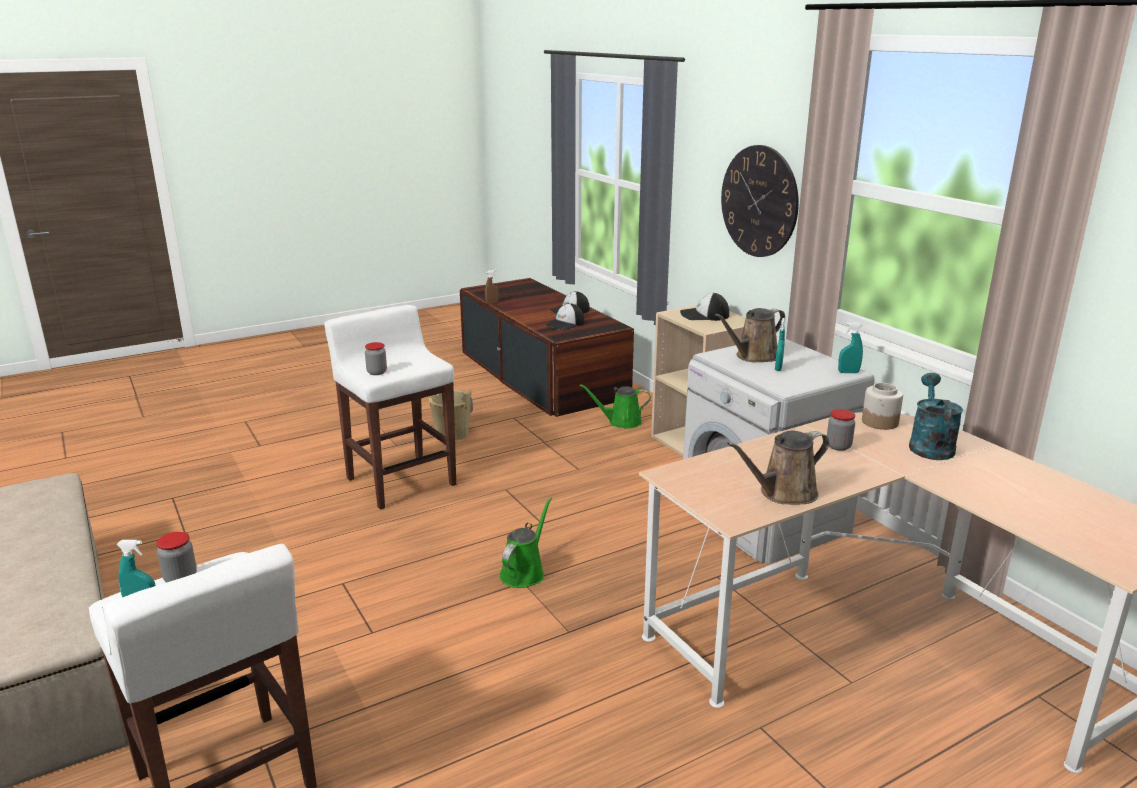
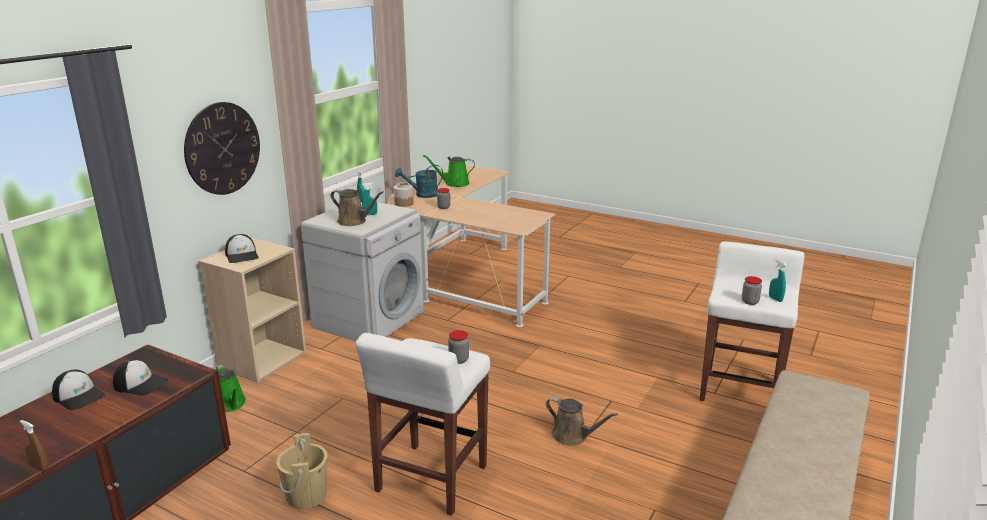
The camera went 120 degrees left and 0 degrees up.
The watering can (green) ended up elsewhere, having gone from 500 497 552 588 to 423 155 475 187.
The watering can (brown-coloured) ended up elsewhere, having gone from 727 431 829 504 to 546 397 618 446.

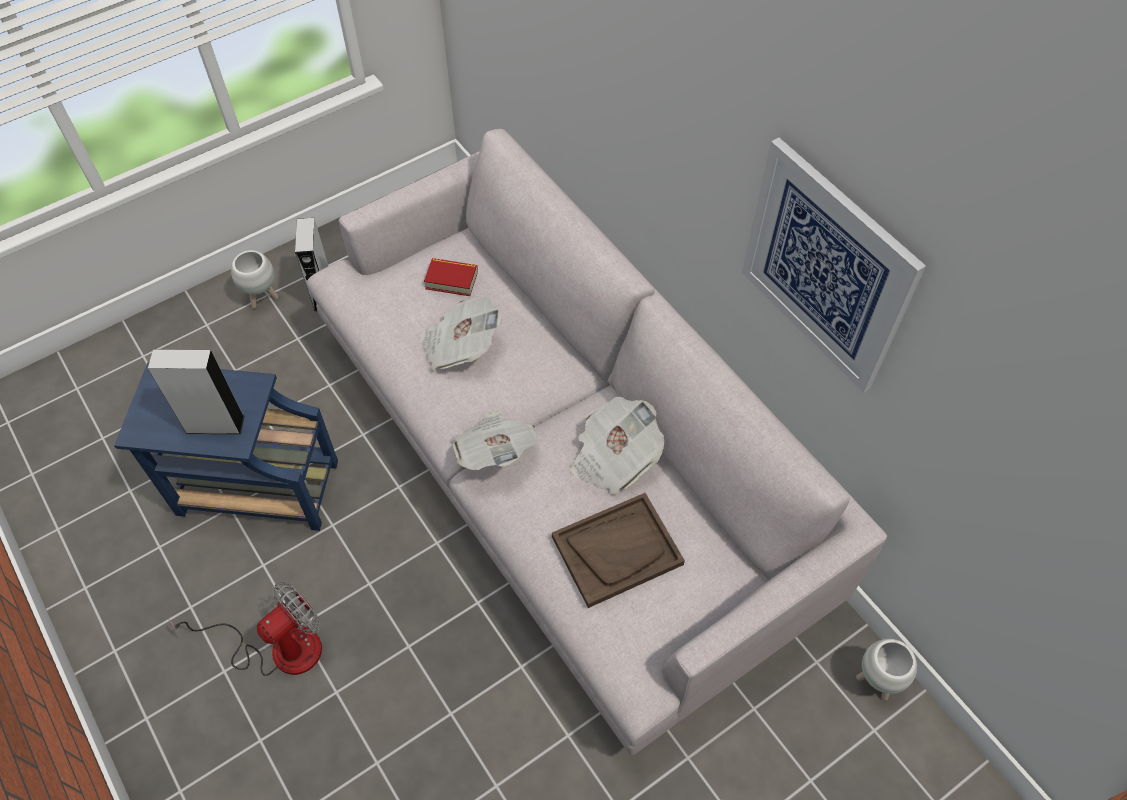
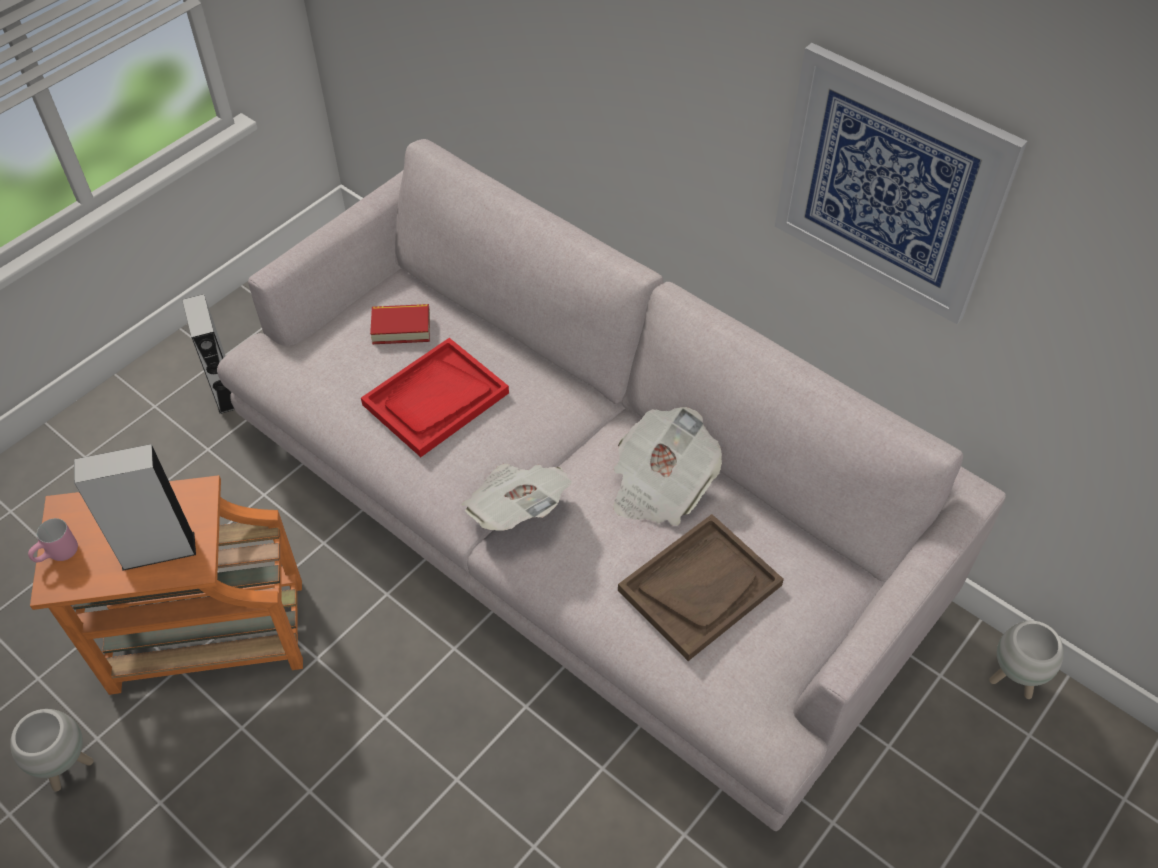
The camera went 15 degrees left and 5 degrees down.
What was the end table (bluish) at 114 362 338 531 turned into the end table (orangey) at 30 475 303 695.
The second view lost the fan at 168 582 322 676.
The plant pot (whitish) ended up elsewhere, having gone from 231 250 279 309 to 10 709 93 792.
Where the newspaper stood at 419 296 502 370, the serving tray (red-coloured) came to stand at 361 338 509 457.
The second view gained the tea mug (pink-coloured) at 28 518 78 562.

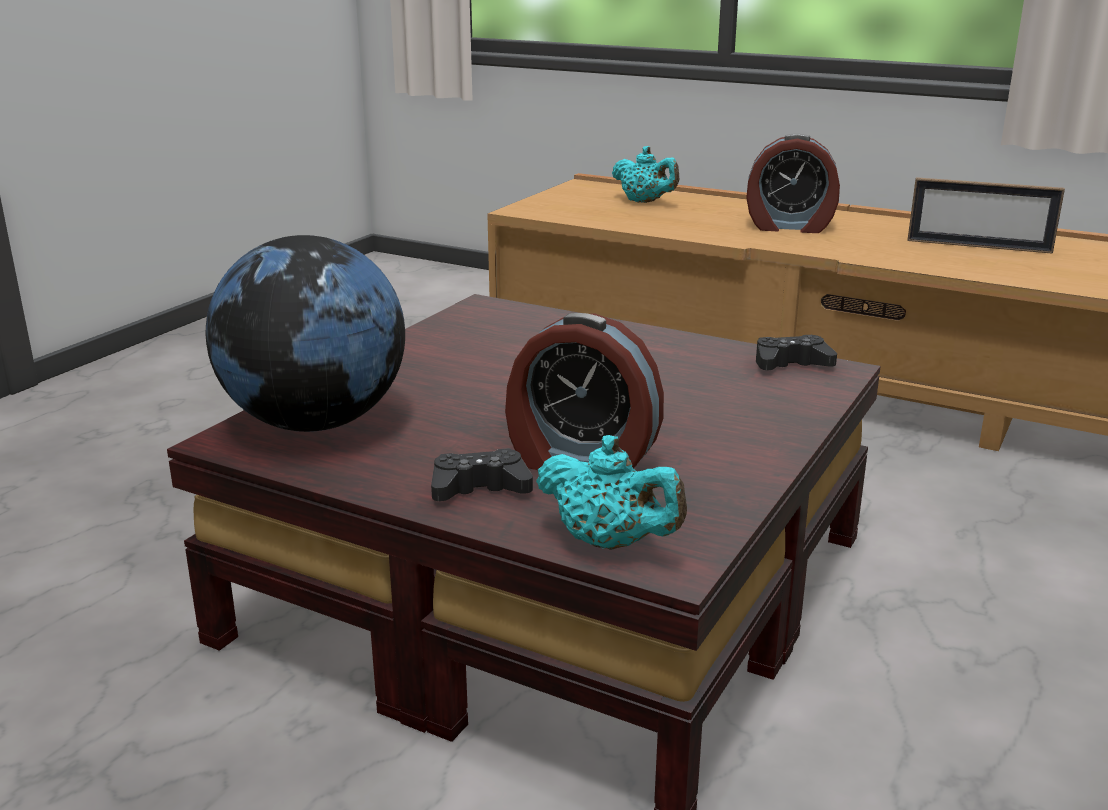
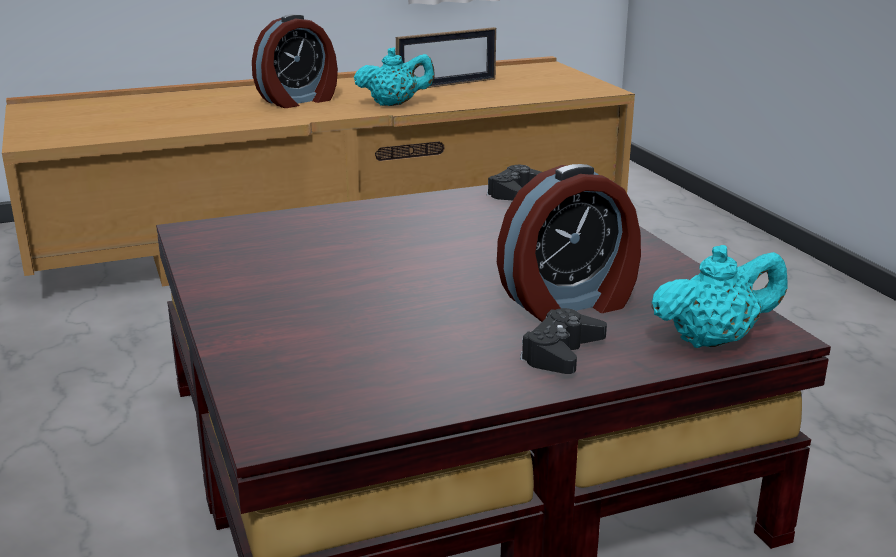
The camera went 50 degrees left and 0 degrees up.
The second view lost the desk globe at 206 235 405 432.
The pot for tea (blue-green) ended up elsewhere, having gone from 612 146 679 203 to 354 48 435 106.

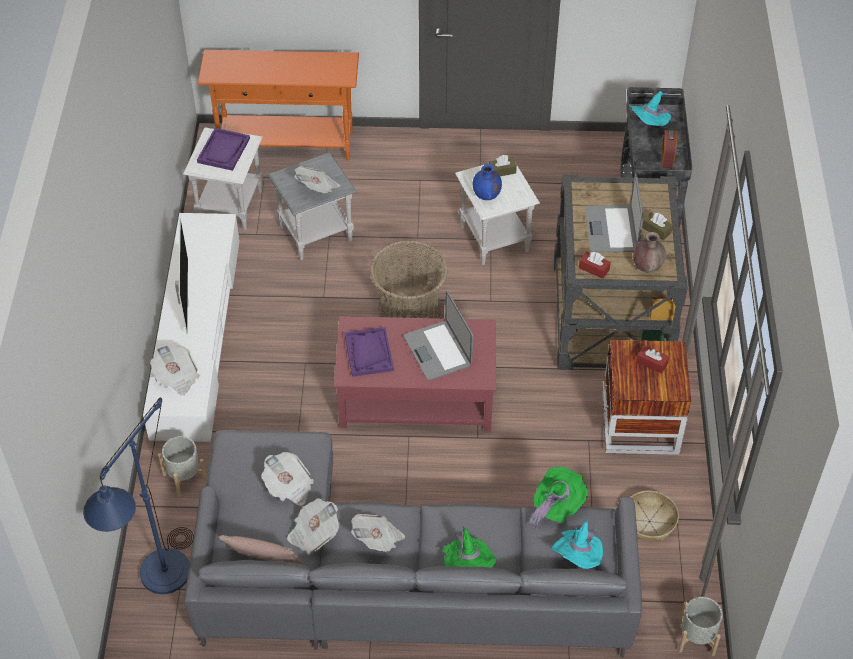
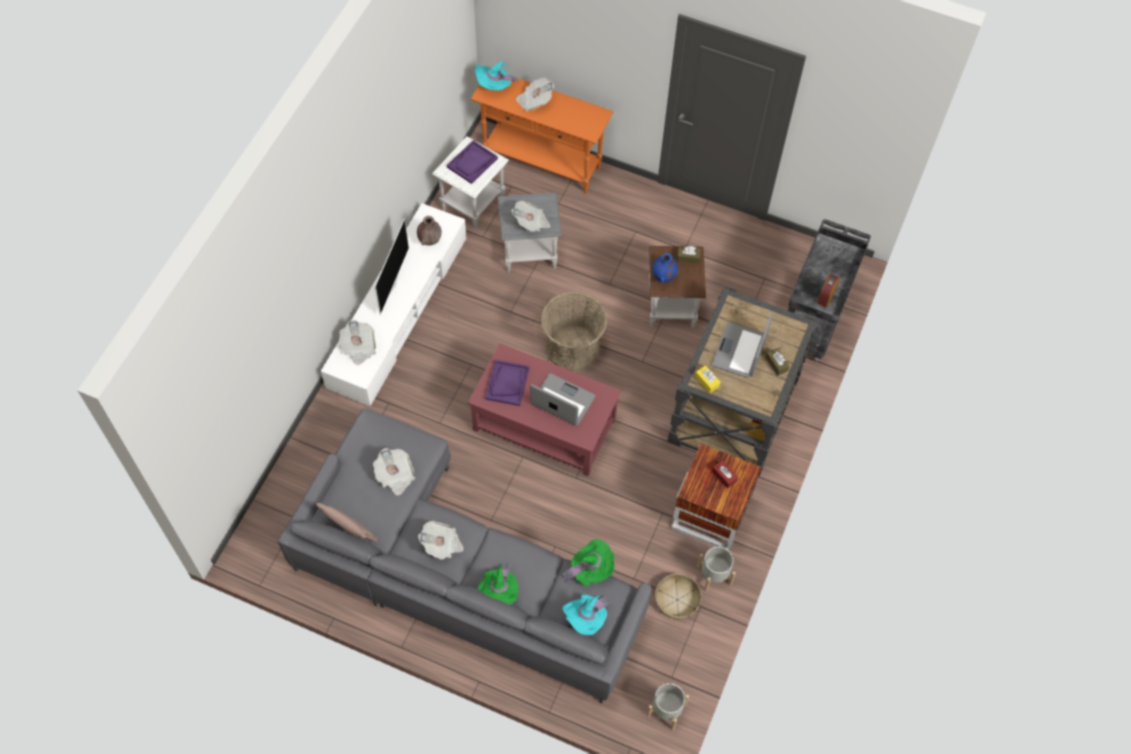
The camera went 20 degrees right and 10 degrees up.
The second view lost the floor lamp (bluish) at 83 397 194 594.
The plant pot (greyish) ended up elsewhere, having gone from 158 436 207 497 to 697 546 736 591.
The newspaper ended up elsewhere, having gone from 287 498 339 554 to 516 77 554 112.
The laptop at 404 291 473 380 ended up facing another way, 120 degrees clockwise from before.
What was the end table (whitish) at 455 162 540 265 turned into the end table (brown-coloured) at 649 246 706 328.
What was the tissue box (red-coloured) at 579 251 611 279 turned into the tissue box (yellow) at 695 365 720 393.
The wearable hat (blue-green) ended up elsewhere, having gone from 628 91 674 126 to 474 61 520 91.
The flower vase (brown-coloured) ended up elsewhere, having gone from 633 232 666 273 to 417 216 442 246.

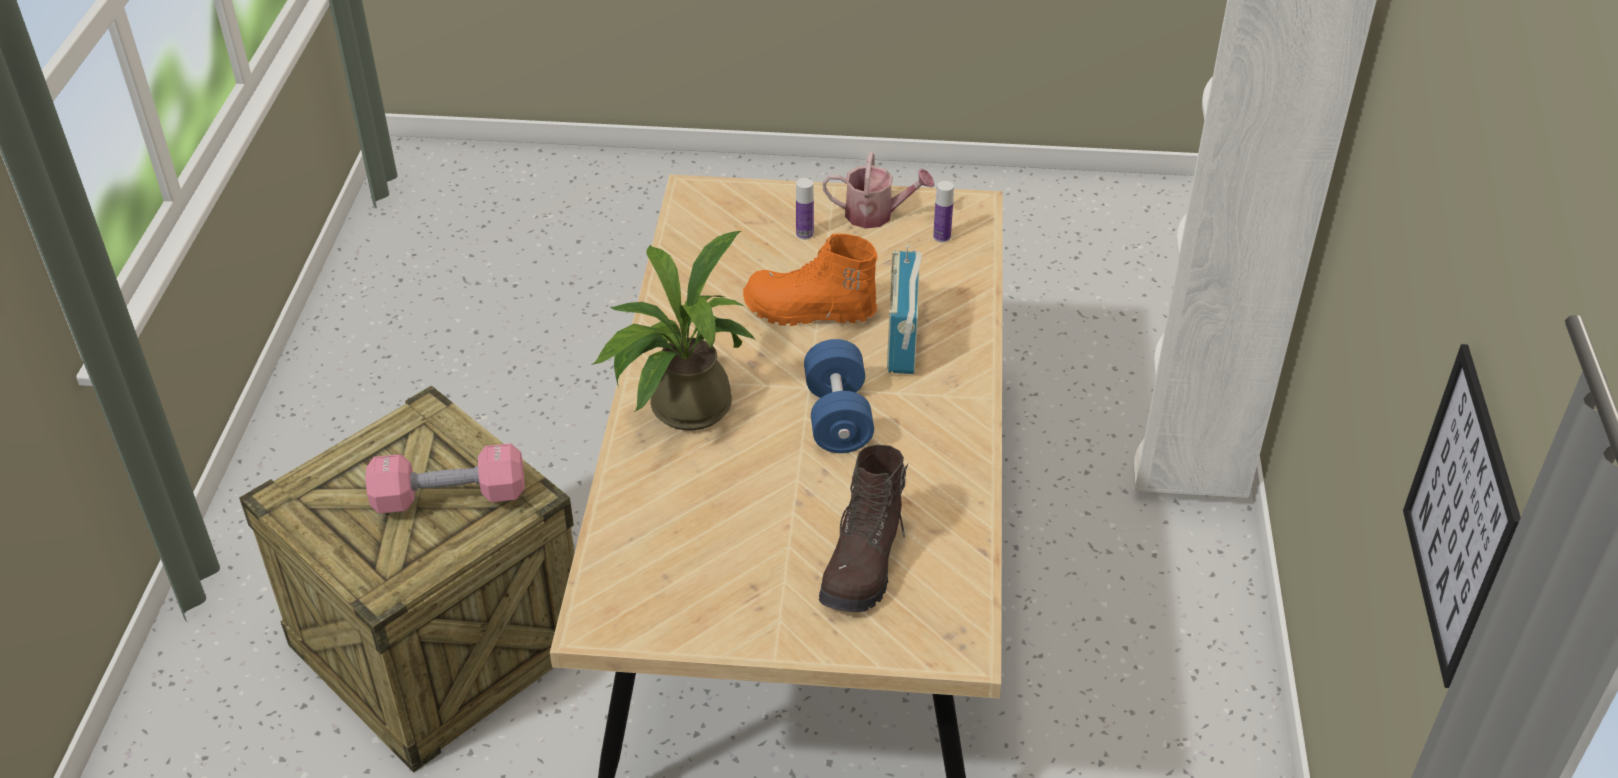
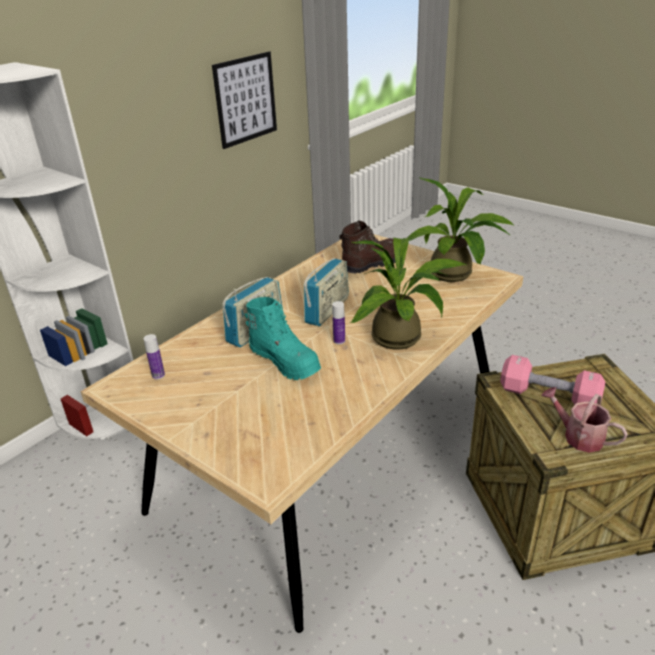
The camera went 145 degrees left and 10 degrees down.
What was the high-top boot (orangey) at 743 234 877 326 turned into the high-top boot (blue-green) at 245 297 321 380.
The bottle ended up elsewhere, having gone from 796 178 814 240 to 332 301 345 344.
Where the free weight (bluish) stood at 804 339 874 453, the radio receiver came to stand at 304 258 349 326.
The watering can ended up elsewhere, having gone from 823 152 935 229 to 541 387 628 453.
The second view gained the plant in a pot at 407 177 513 282.

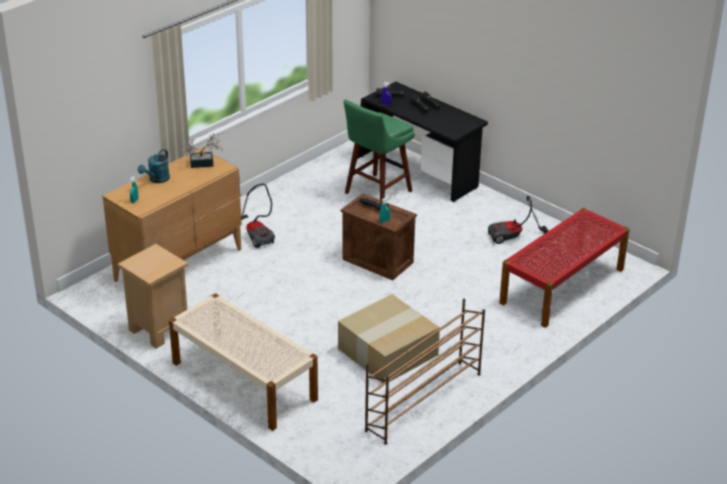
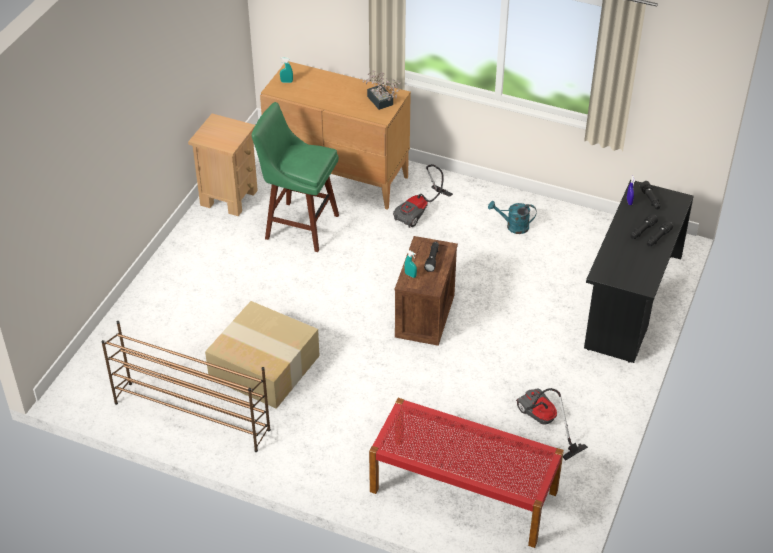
The camera went 70 degrees right and 10 degrees up.
The watering can (blue-green) ended up elsewhere, having gone from 138 149 170 183 to 488 201 537 234.
The second view lost the bench (sand-coloured) at 169 293 318 431.
The sitting stool (green) ended up elsewhere, having gone from 343 99 415 201 to 251 102 339 252.

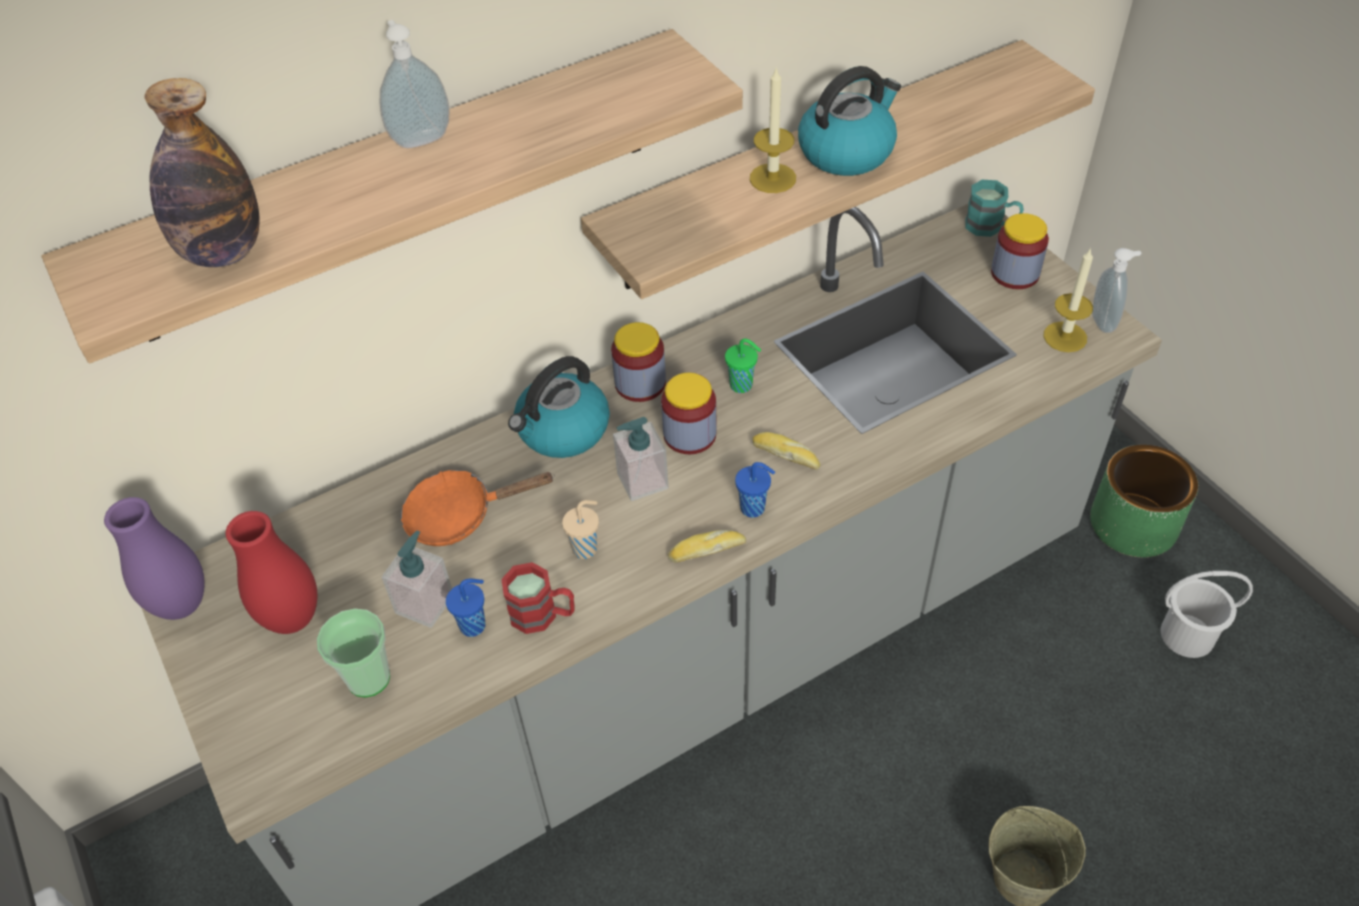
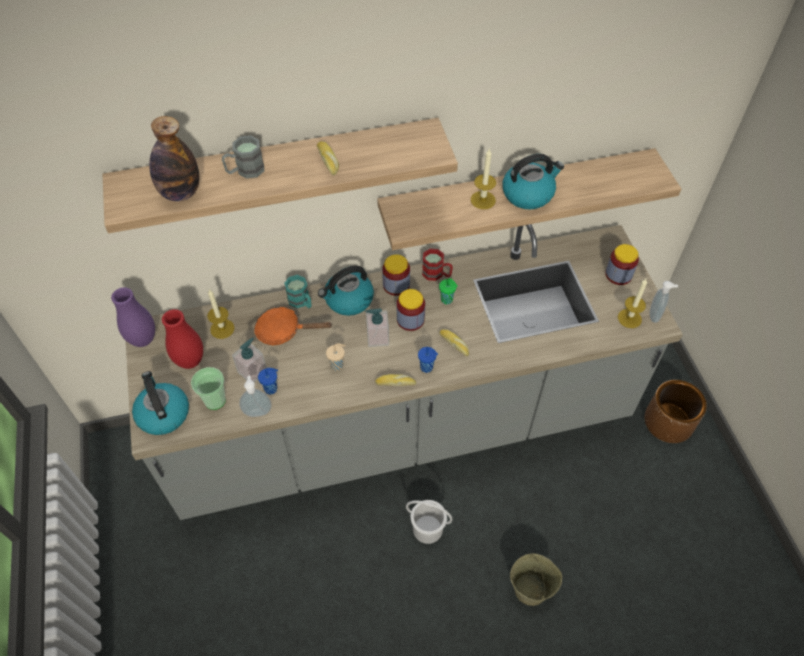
The camera went 15 degrees right and 5 degrees up.
The liquid soap bottle ended up elsewhere, having gone from 380 20 450 148 to 239 376 272 417.
The tea mug (red-coloured) ended up elsewhere, having gone from 501 562 575 634 to 422 249 453 281.
The tea mug (blue-green) ended up elsewhere, having gone from 965 180 1024 237 to 284 275 312 308.
What was the plant pot (green) at 1090 444 1198 557 turned into the plant pot (brown-coloured) at 644 380 707 443.
The water bucket (whitish) ended up elsewhere, having gone from 1160 571 1253 658 to 406 500 452 544.
The second view gained the water kettle at 132 371 189 435.
The second view gained the wax candle at 207 289 235 339.
The second view gained the tea mug (greyish) at 222 136 264 179.
The second view gained the baked bread at 317 141 339 176.

